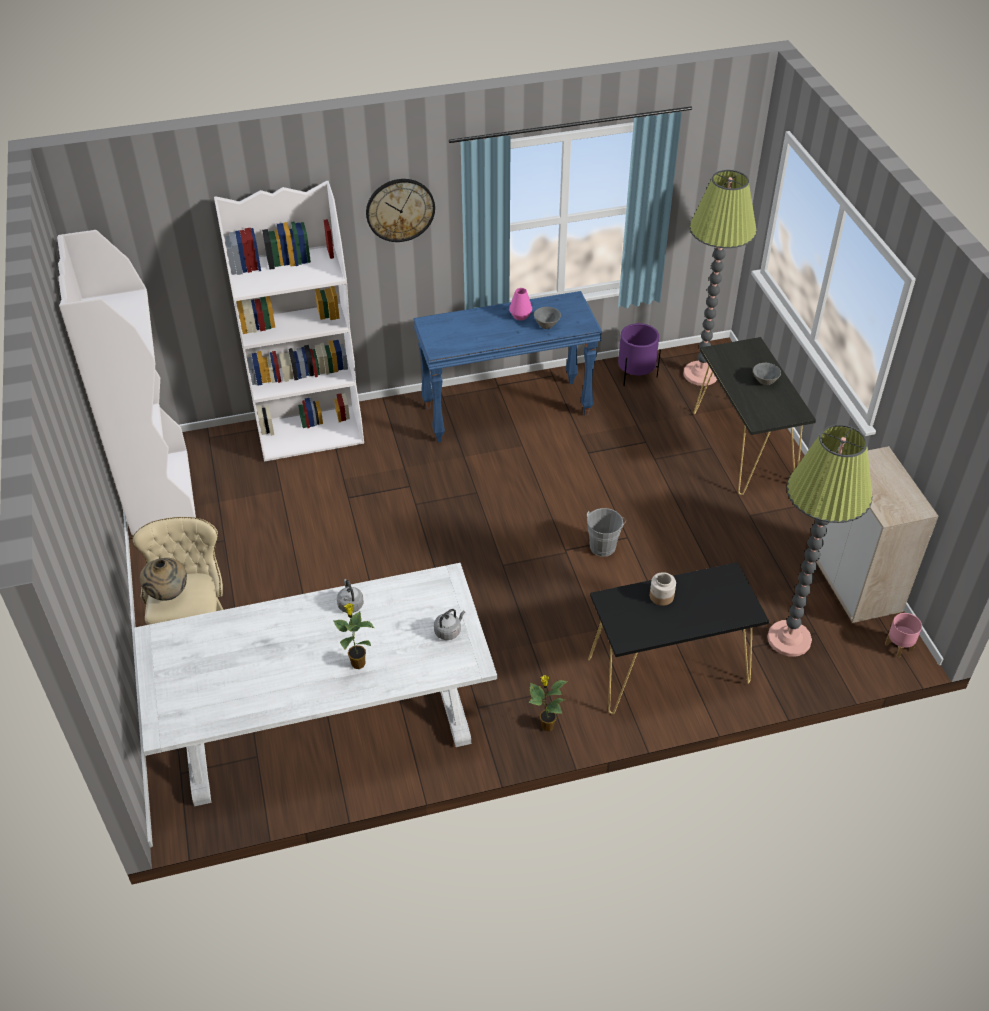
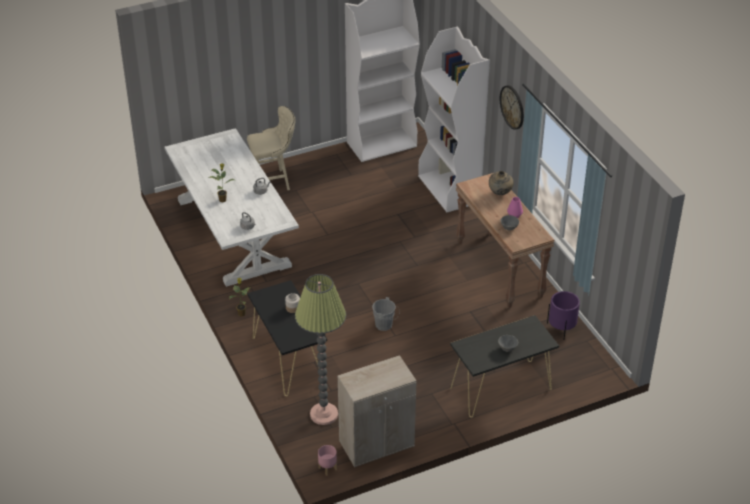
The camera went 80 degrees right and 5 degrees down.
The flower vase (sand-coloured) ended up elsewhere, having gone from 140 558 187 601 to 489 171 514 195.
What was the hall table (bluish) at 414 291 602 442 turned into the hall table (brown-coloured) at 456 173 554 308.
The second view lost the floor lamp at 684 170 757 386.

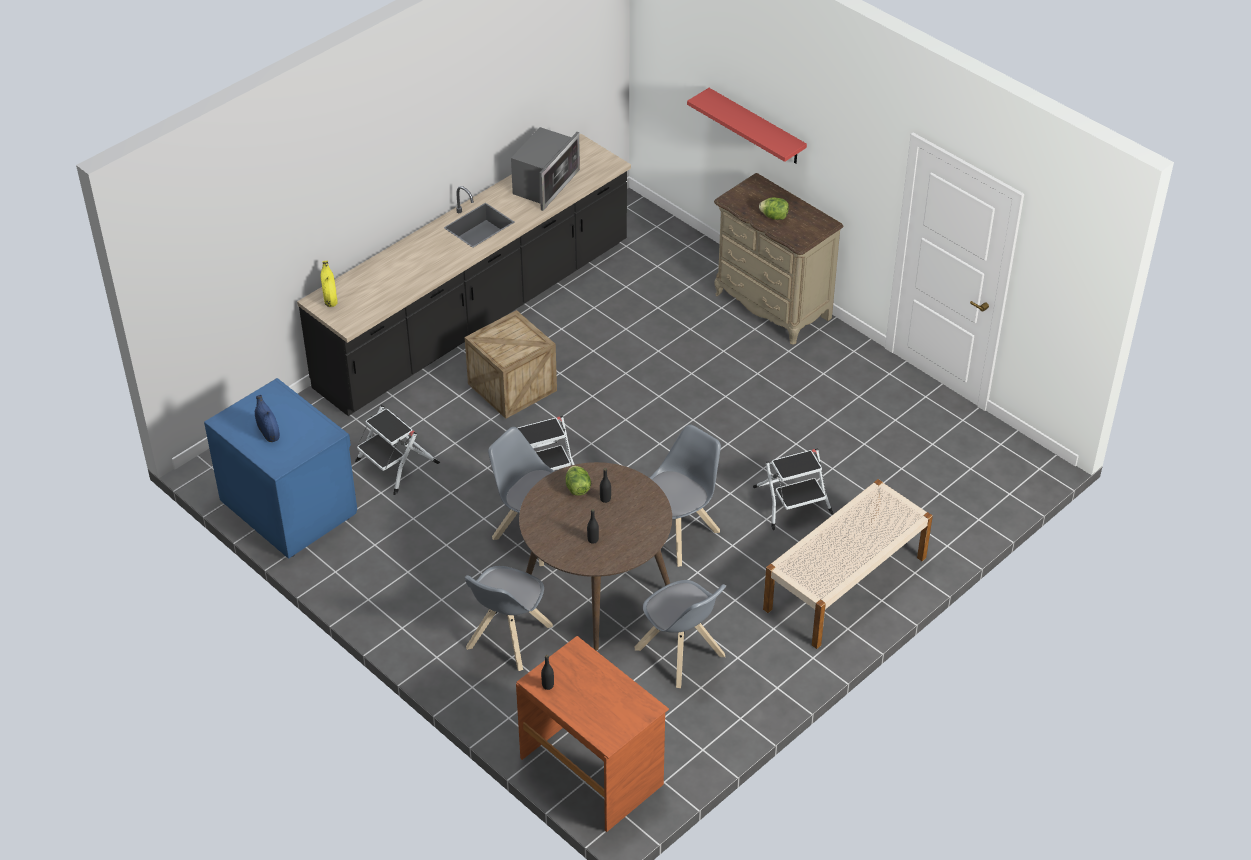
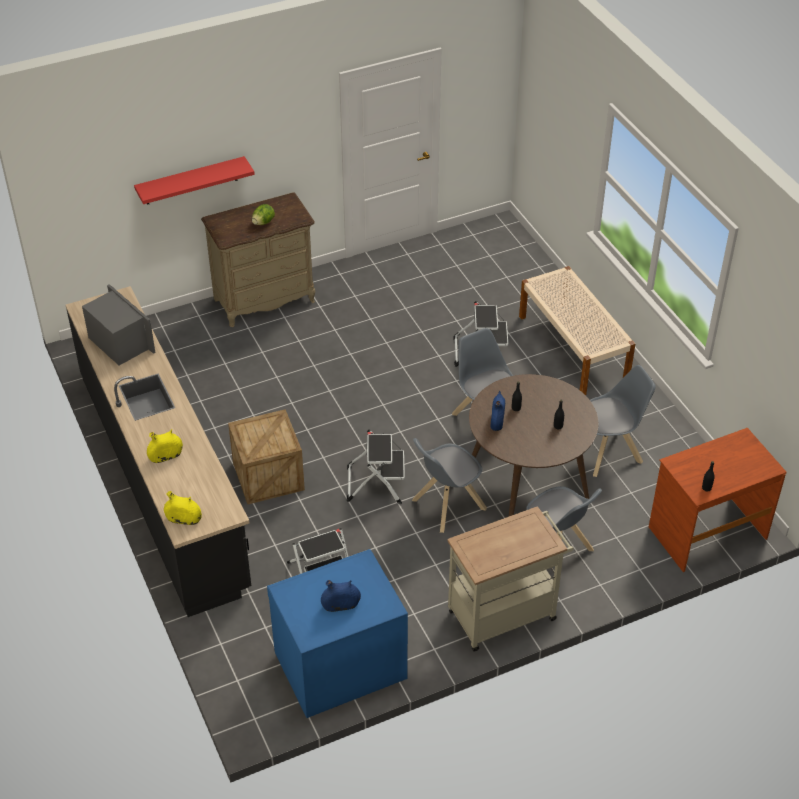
The camera went 70 degrees left and 0 degrees up.
Where the head of lettuce stood at 565 466 591 496, the flower vase (bluish) came to stand at 491 391 505 431.
The second view gained the flower vase (yellow) at 147 429 183 463.
The second view gained the wheeled cart (sand-coloured) at 447 506 574 652.

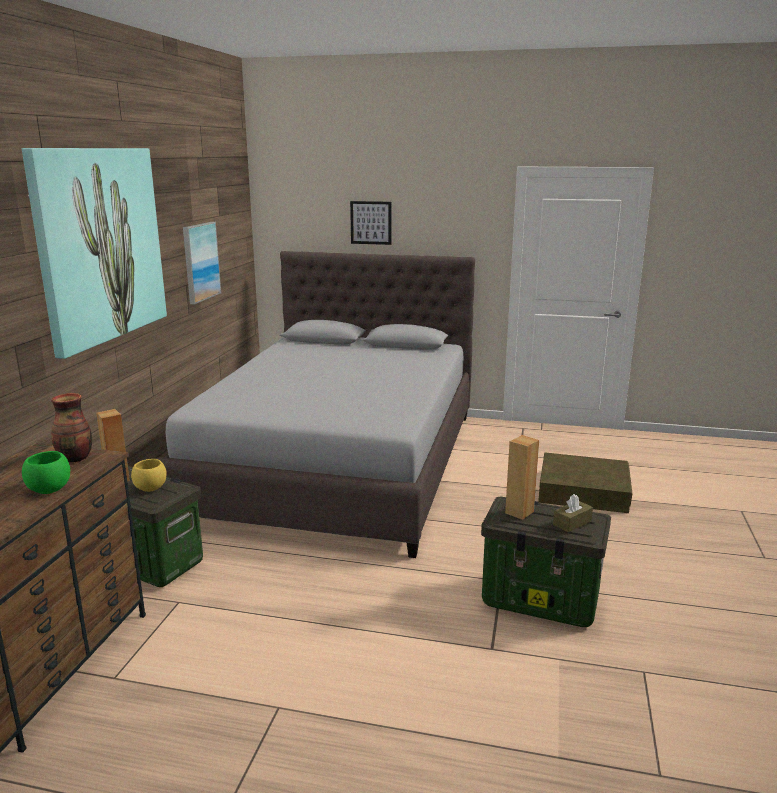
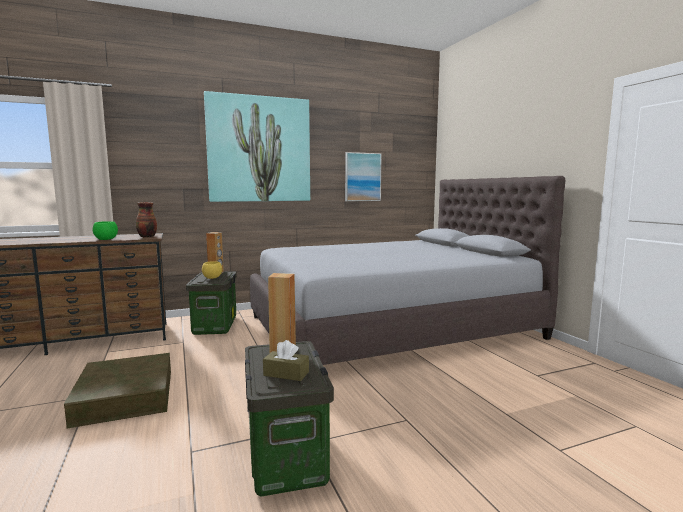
The camera went 55 degrees right and 10 degrees down.
The second view lost the wall picture at 350 201 391 245.
The storage bin (brown-coloured) ended up elsewhere, having gone from 538 453 633 513 to 64 353 171 428.

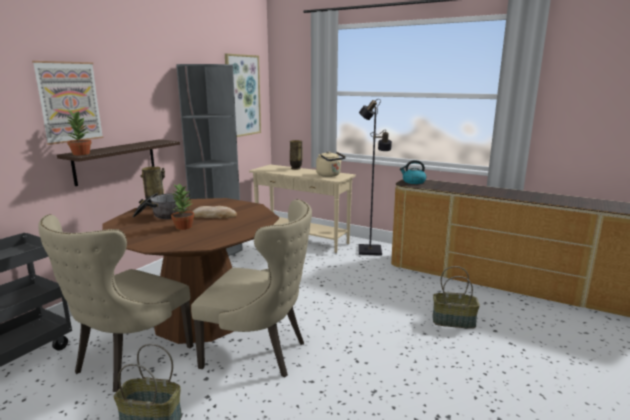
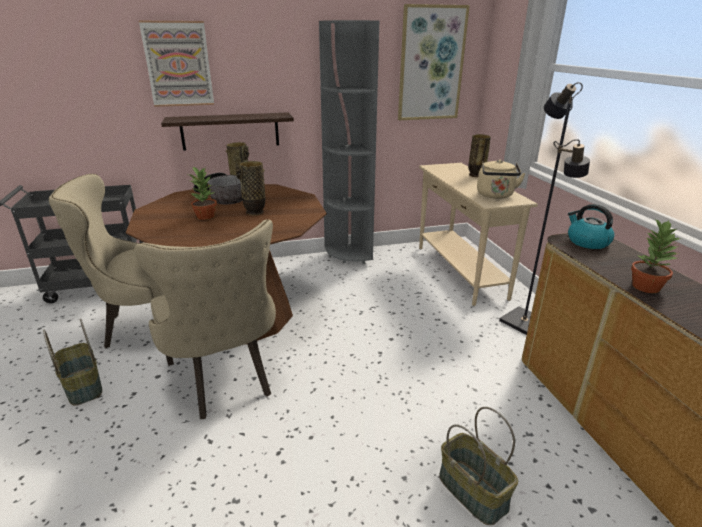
The camera went 45 degrees right and 10 degrees up.
The plant in a pot ended up elsewhere, having gone from 66 110 91 155 to 631 219 680 293.
Where the baked bread stood at 192 206 237 219, the flower vase came to stand at 235 161 265 215.

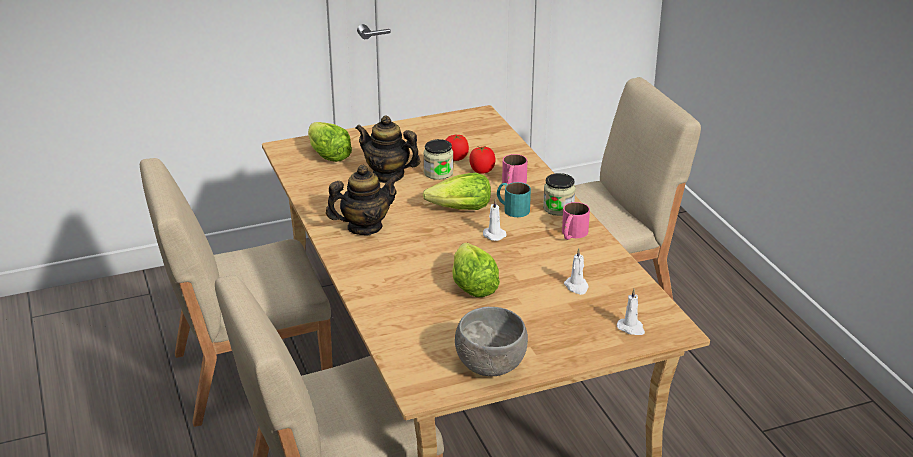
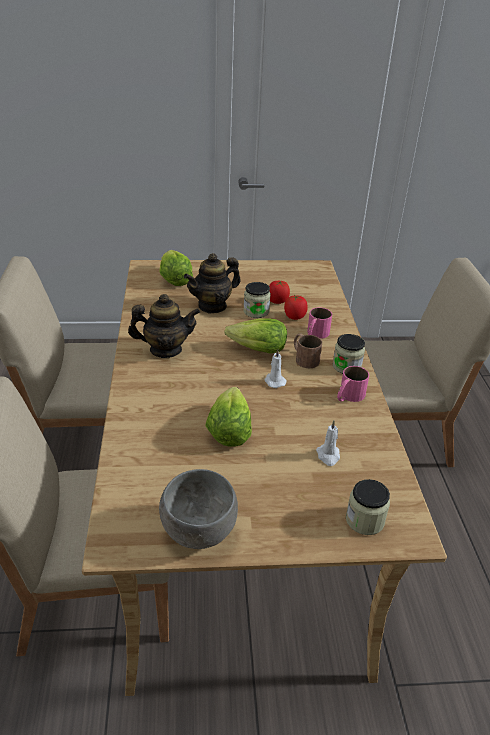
The camera went 15 degrees right and 5 degrees up.
The pot for tea at 355 116 421 183 ended up facing another way, 75 degrees counterclockwise from before.
What was the tea mug (blue-green) at 497 182 531 217 turned into the tea mug (brown-coloured) at 294 333 322 368.
Where the wax candle (whitish) stood at 617 289 645 335, the jar came to stand at 346 479 390 535.

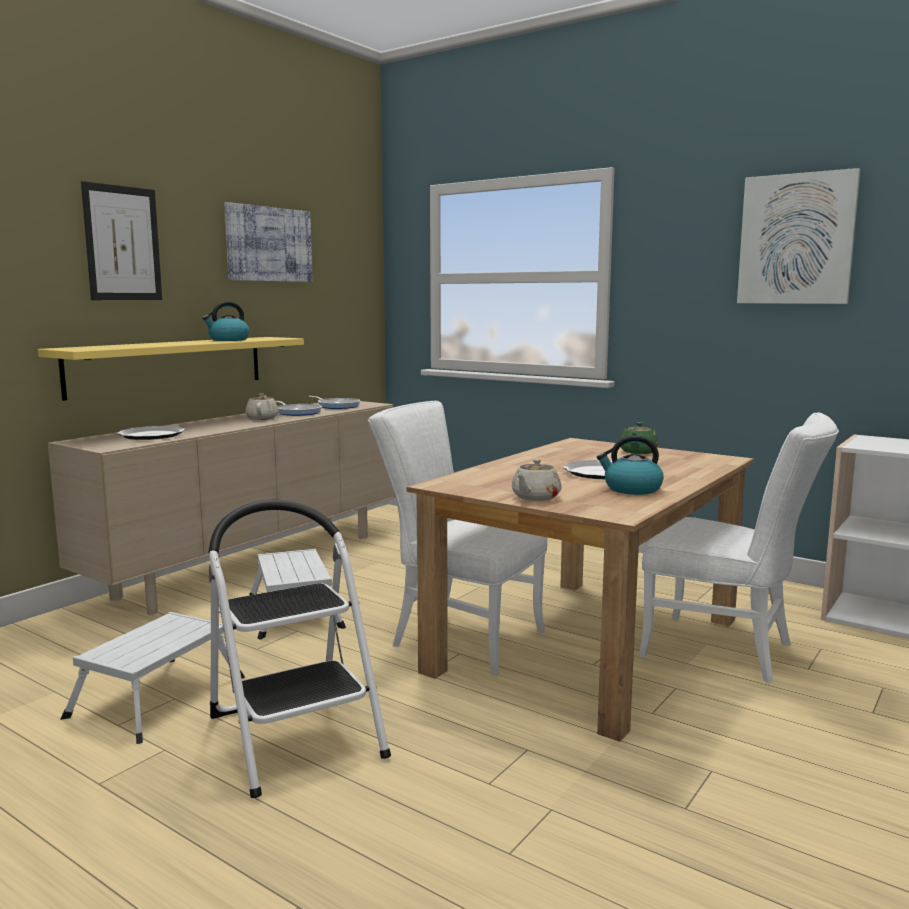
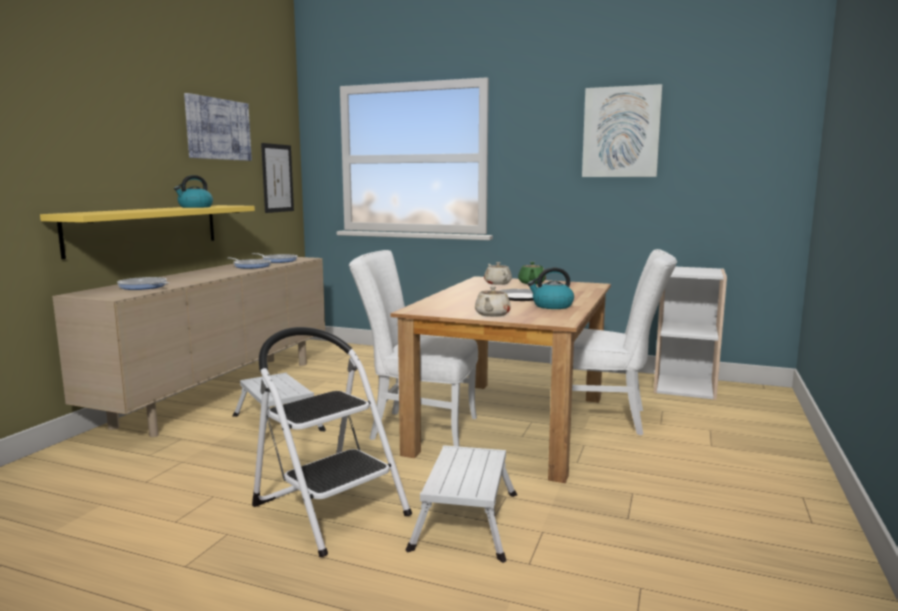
The camera went 15 degrees left and 0 degrees up.
The step ladder (whitish) ended up elsewhere, having gone from 60 612 245 744 to 406 445 517 563.
The wall picture ended up elsewhere, having gone from 81 181 162 300 to 261 143 294 213.
Where the flat dish stood at 117 426 185 440, the skillet came to stand at 117 277 169 290.
The pot for tea (sand-coloured) ended up elsewhere, having gone from 246 393 279 420 to 484 262 512 285.

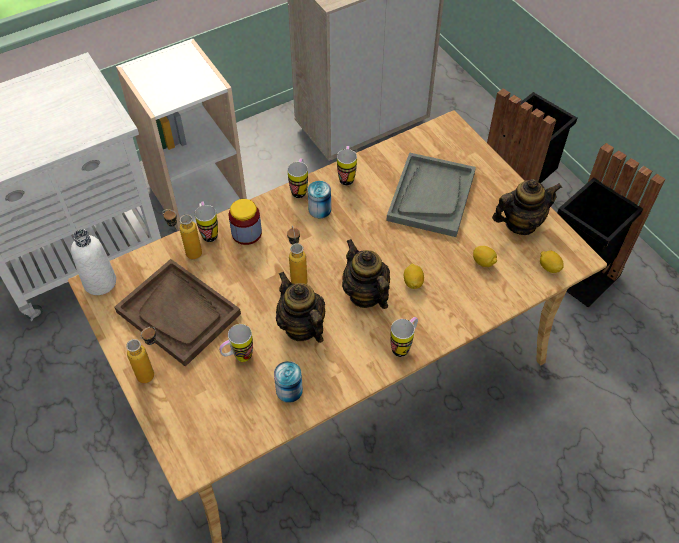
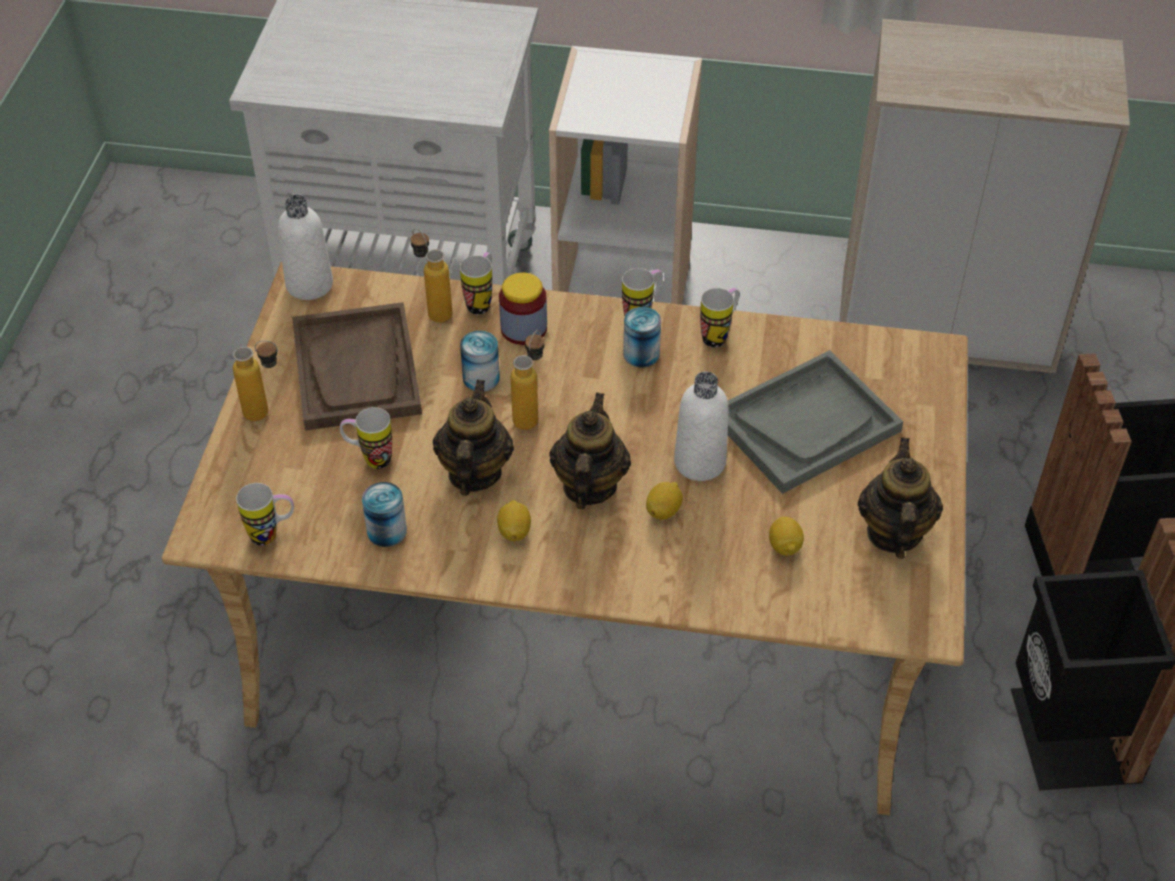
The camera went 40 degrees right and 5 degrees down.
The tea mug ended up elsewhere, having gone from 390 317 418 357 to 236 483 294 546.
The pot for tea at 492 179 562 235 ended up facing another way, 105 degrees counterclockwise from before.
The citrus fruit ended up elsewhere, having gone from 540 251 564 273 to 497 500 531 541.
The second view gained the sealed can at 460 331 500 392.
The second view gained the bottle (whitish) at 674 372 729 481.

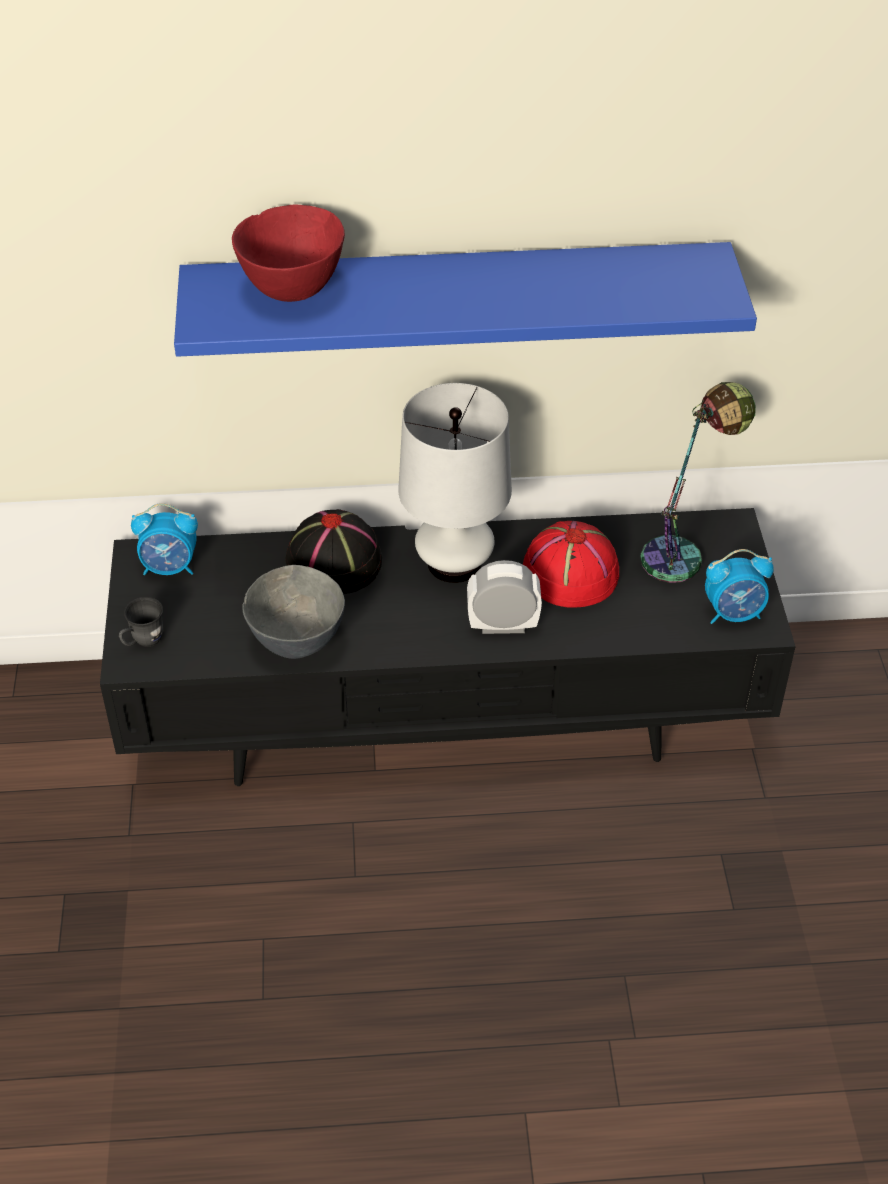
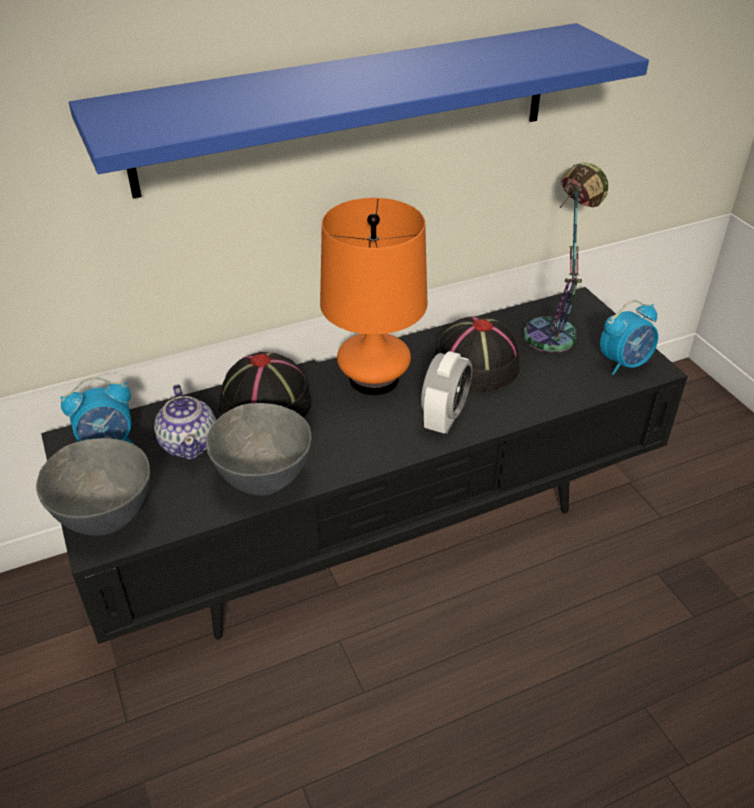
The camera went 20 degrees left and 5 degrees down.
Where the tea mug (greyish) stood at 119 597 163 647, the serving bowl (greyish) came to stand at 36 438 150 536.
The second view lost the serving bowl (red-coloured) at 232 205 345 302.
What was the tabletop lamp (whitish) at 398 383 512 583 turned into the tabletop lamp (orangey) at 320 198 427 395.
The alarm clock at 467 560 542 634 ended up facing another way, 135 degrees clockwise from before.
What was the wearable hat (red-coloured) at 523 521 619 608 turned into the wearable hat (blackish) at 432 316 520 391.
The second view gained the pot for tea at 154 385 216 460.

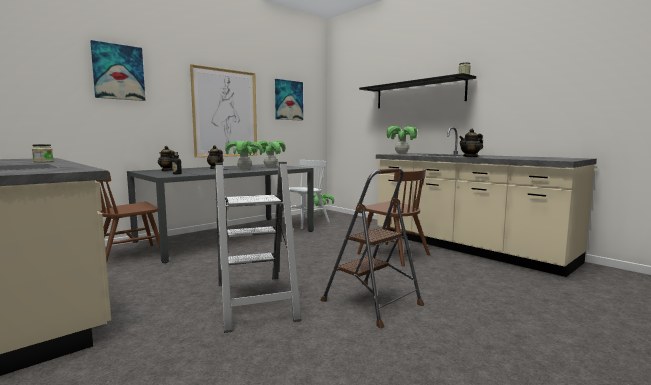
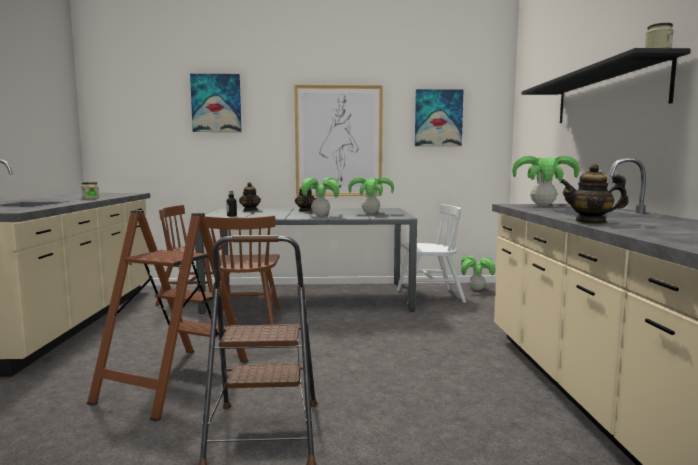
The camera went 40 degrees right and 0 degrees up.
What was the step ladder (greyish) at 215 162 301 333 turned into the step ladder (brown-coloured) at 87 210 248 422.
The chair (brown-coloured) ended up elsewhere, having gone from 357 168 430 266 to 205 216 280 325.

